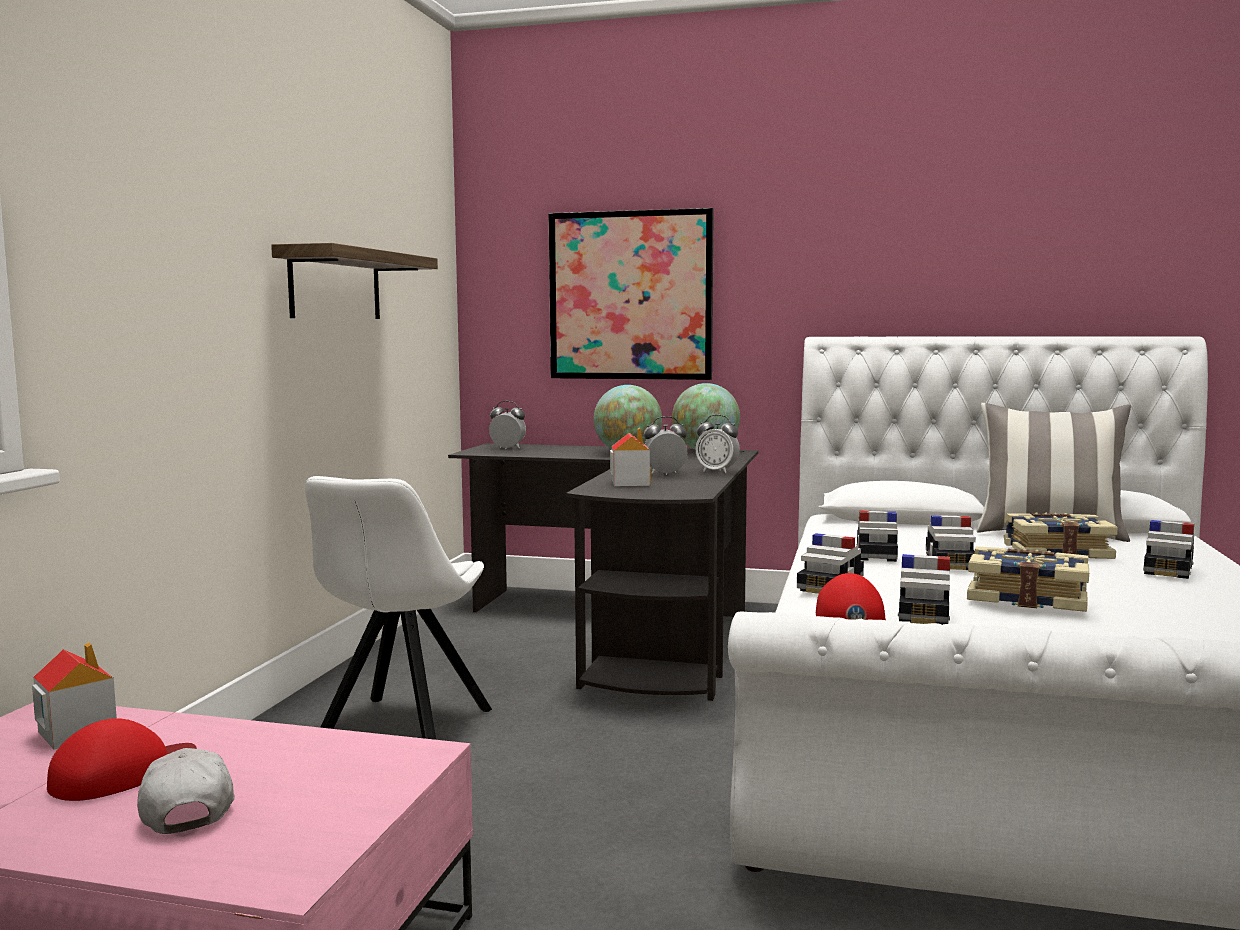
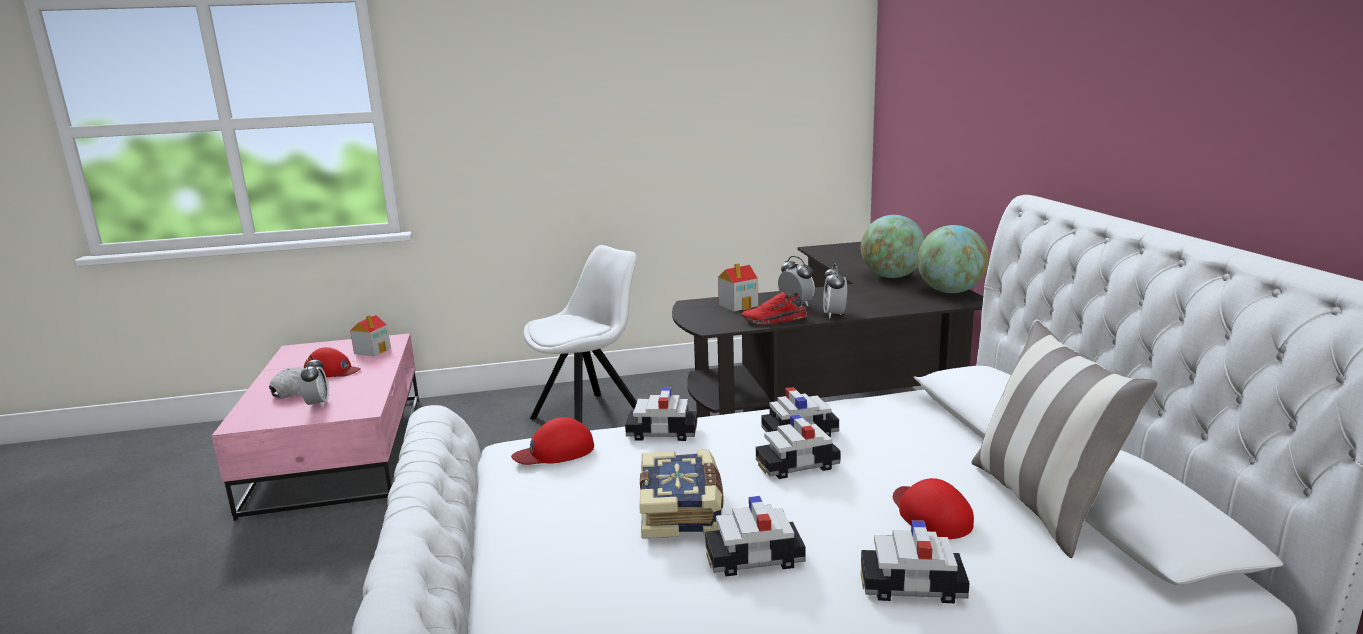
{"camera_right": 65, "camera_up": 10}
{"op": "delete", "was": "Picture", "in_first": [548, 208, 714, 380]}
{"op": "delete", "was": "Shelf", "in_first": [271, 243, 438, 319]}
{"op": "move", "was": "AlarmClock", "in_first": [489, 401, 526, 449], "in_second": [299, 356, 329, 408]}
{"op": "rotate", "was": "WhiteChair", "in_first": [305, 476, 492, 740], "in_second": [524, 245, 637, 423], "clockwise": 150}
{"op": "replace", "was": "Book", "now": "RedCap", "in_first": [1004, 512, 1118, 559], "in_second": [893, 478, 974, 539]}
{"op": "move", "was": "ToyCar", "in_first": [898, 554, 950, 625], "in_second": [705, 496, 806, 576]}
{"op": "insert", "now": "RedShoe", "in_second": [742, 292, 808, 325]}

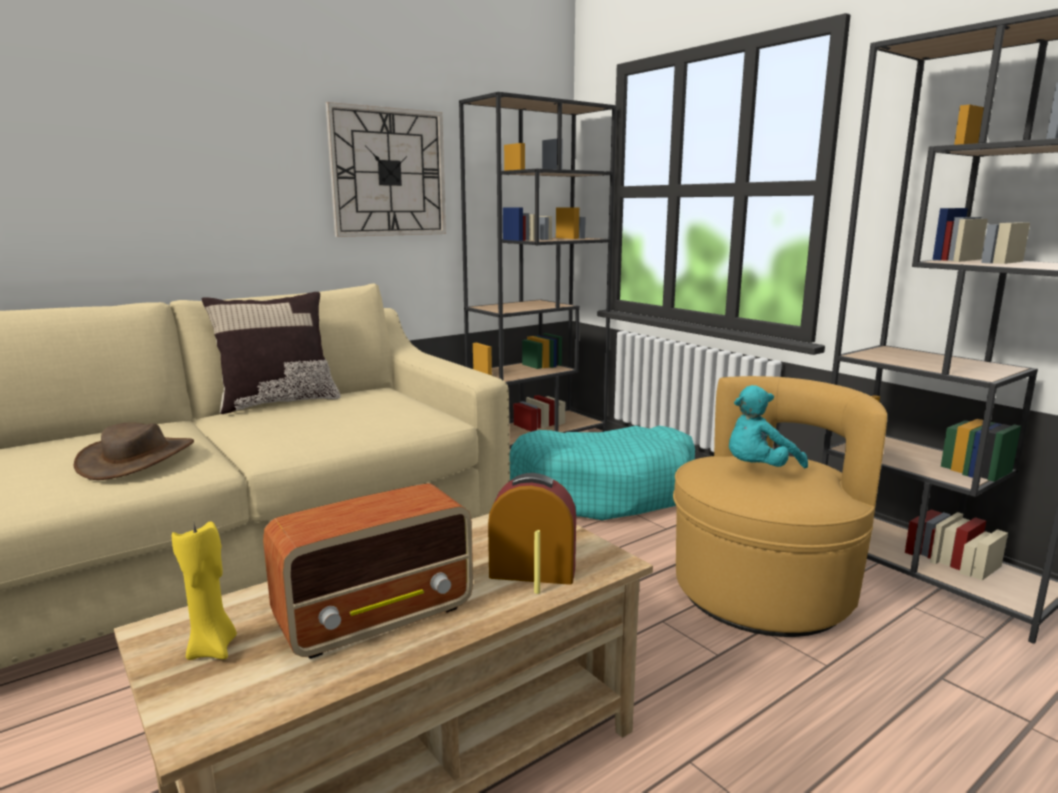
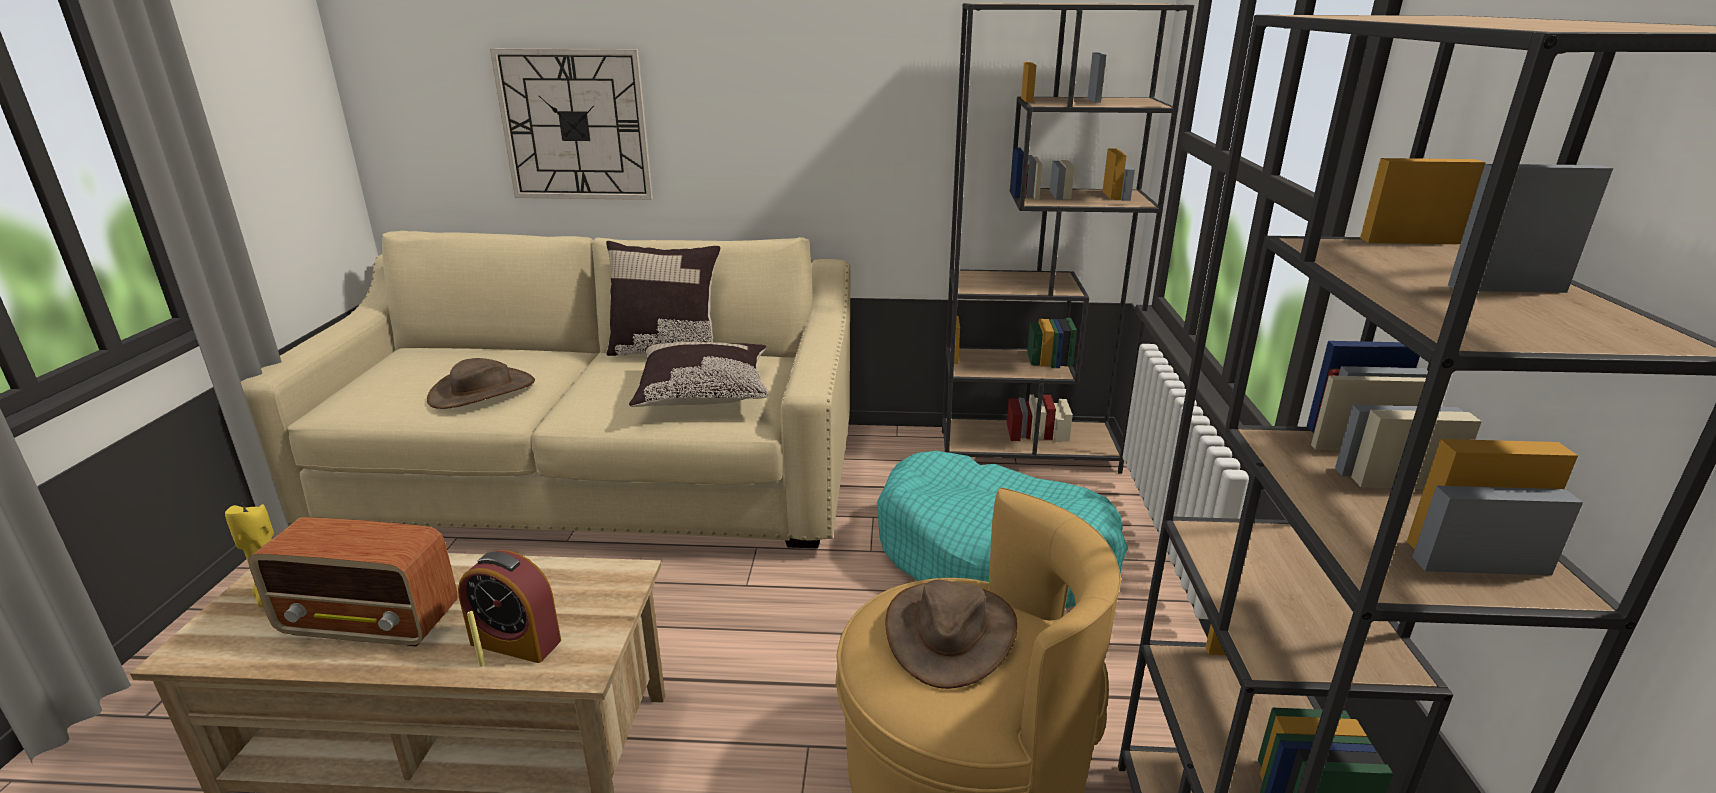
{"camera_right": 40, "camera_up": 10}
{"op": "move", "was": "WallClock", "in_first": [326, 102, 446, 237], "in_second": [490, 49, 653, 200]}
{"op": "replace", "was": "TurquoisePlushToy", "now": "BrownHat", "in_first": [729, 385, 808, 468], "in_second": [886, 580, 1018, 689]}
{"op": "rotate", "was": "AlarmClock", "in_first": [488, 473, 576, 585], "in_second": [458, 550, 561, 663], "clockwise": 150}
{"op": "insert", "now": "Pillow", "in_second": [629, 342, 769, 407]}

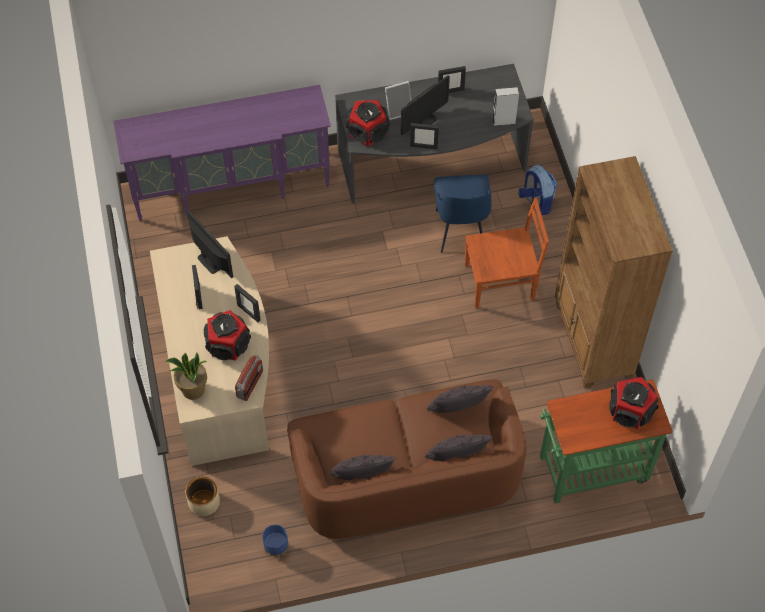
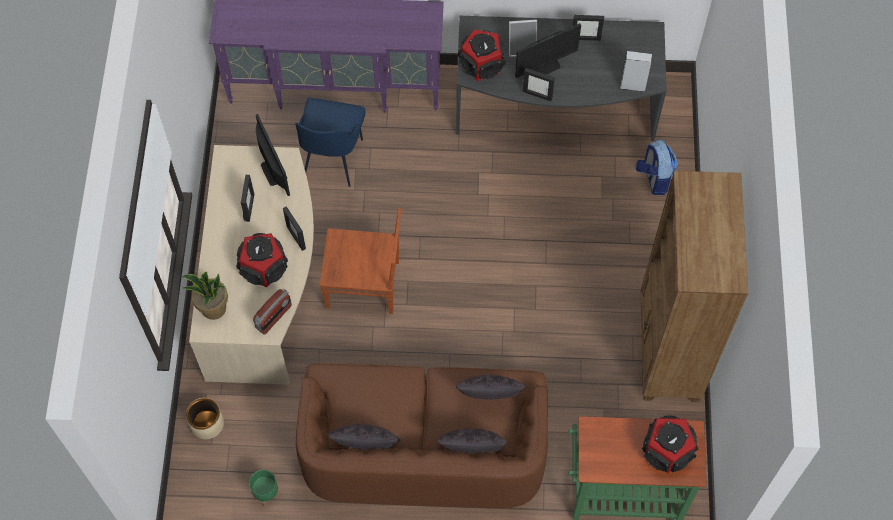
{"camera_right": 15, "camera_up": 5}
{"op": "move", "was": "BlueChair", "in_first": [434, 175, 491, 253], "in_second": [296, 98, 365, 187]}
{"op": "move", "was": "BrownChair", "in_first": [465, 197, 549, 309], "in_second": [320, 208, 401, 314]}
{"op": "recolor", "was": "BluePlanter", "now": "GreenPlanter", "in_first": [262, 525, 289, 560], "in_second": [249, 470, 280, 506]}

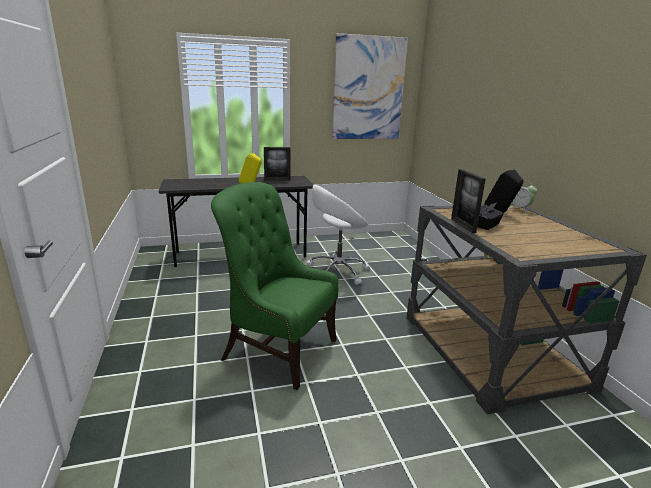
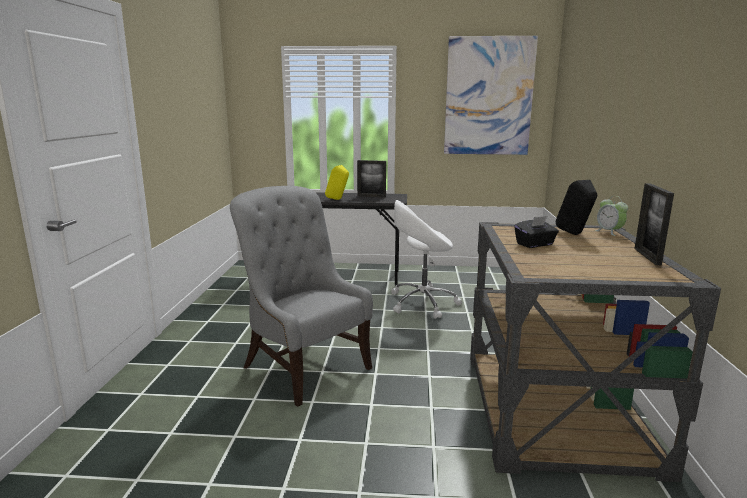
{"camera_right": 20, "camera_up": -5}
{"op": "move", "was": "PictureFrame", "in_first": [451, 169, 486, 233], "in_second": [635, 183, 674, 266]}
{"op": "recolor", "was": "GreenChair", "now": "GreyChair", "in_first": [211, 182, 339, 390], "in_second": [230, 186, 373, 407]}

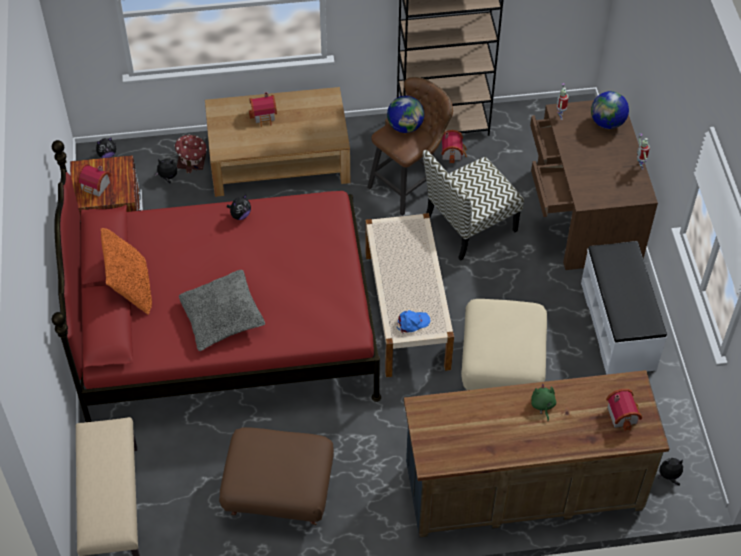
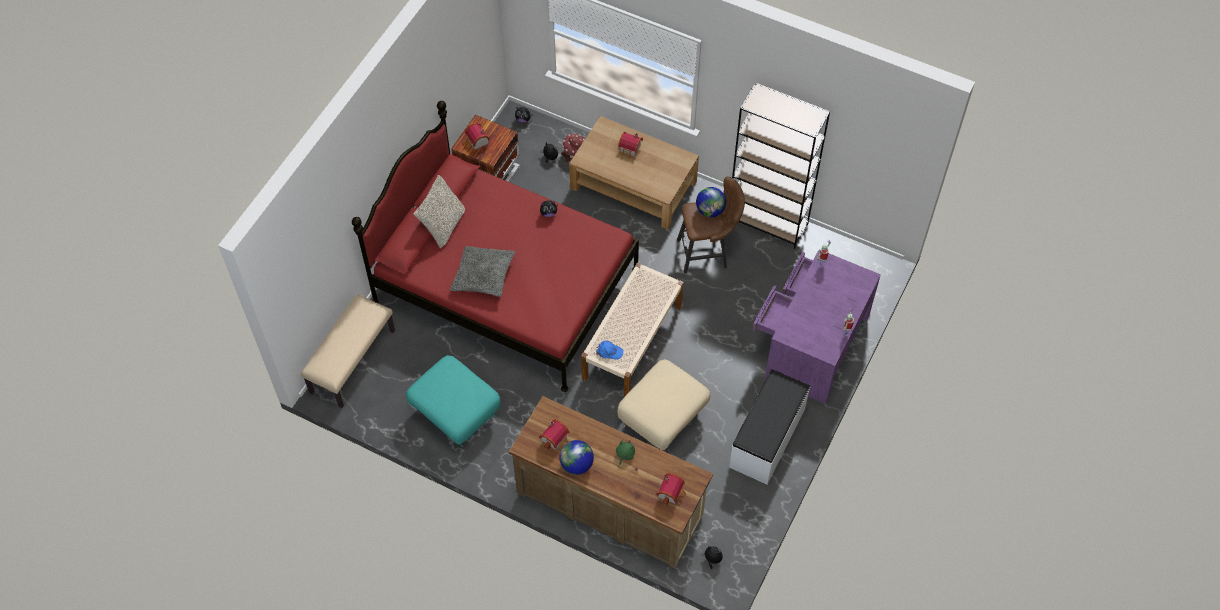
{"camera_right": 35, "camera_up": 5}
{"op": "move", "was": "Globe", "in_first": [591, 91, 629, 129], "in_second": [559, 440, 594, 475]}
{"op": "recolor", "was": "BrownDesk", "now": "PurpleDesk", "in_first": [530, 100, 658, 270], "in_second": [752, 249, 881, 404]}
{"op": "move", "was": "ToyHouse", "in_first": [441, 130, 467, 163], "in_second": [539, 419, 569, 450]}
{"op": "delete", "was": "Chair", "in_first": [423, 150, 524, 261]}
{"op": "recolor", "was": "OrangePillow", "now": "BeigePillow", "in_first": [101, 228, 152, 315], "in_second": [414, 175, 465, 248]}
{"op": "recolor", "was": "BlueDresser", "now": "BeigeDresser", "in_first": [404, 370, 670, 538], "in_second": [509, 396, 713, 569]}
{"op": "recolor", "was": "BrownOttoman", "now": "TurquoiseOttoman", "in_first": [219, 427, 334, 525], "in_second": [406, 355, 500, 447]}

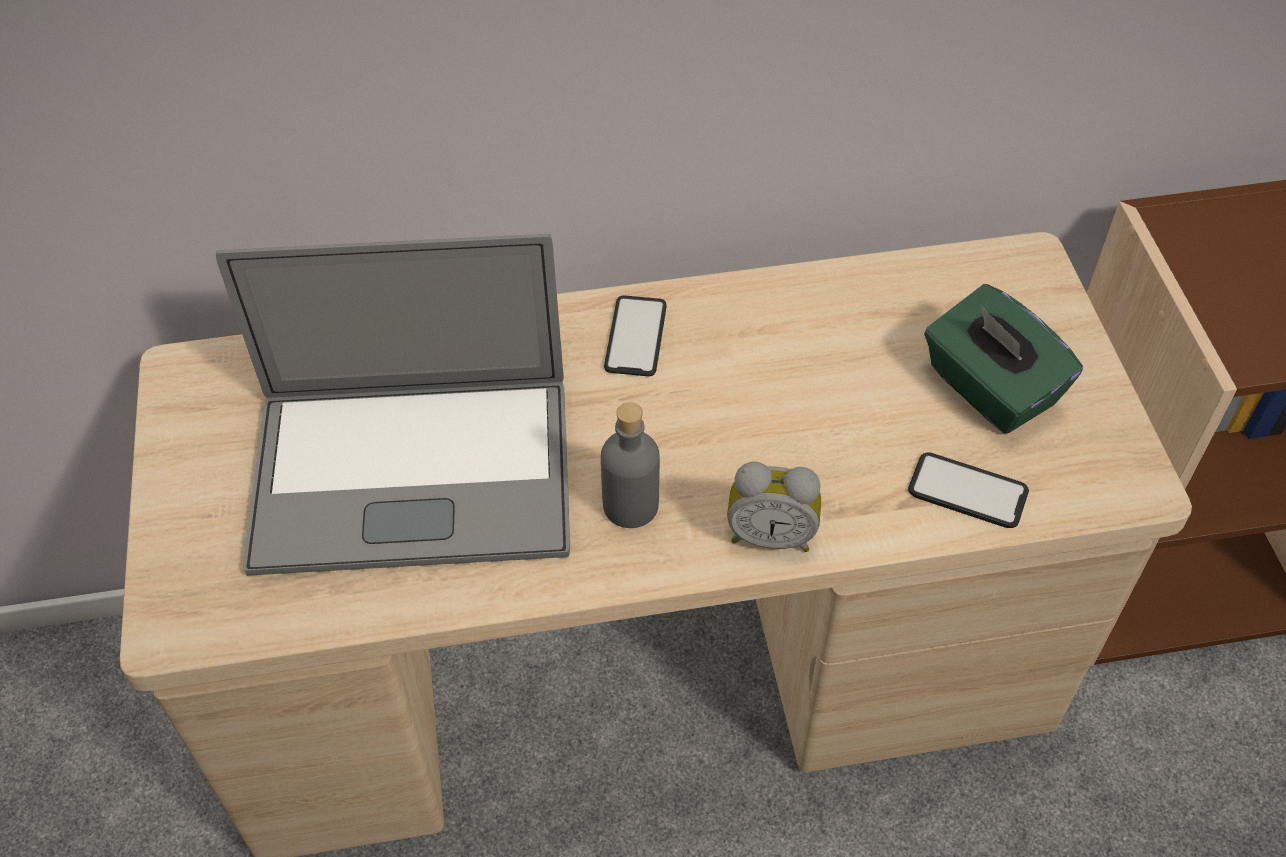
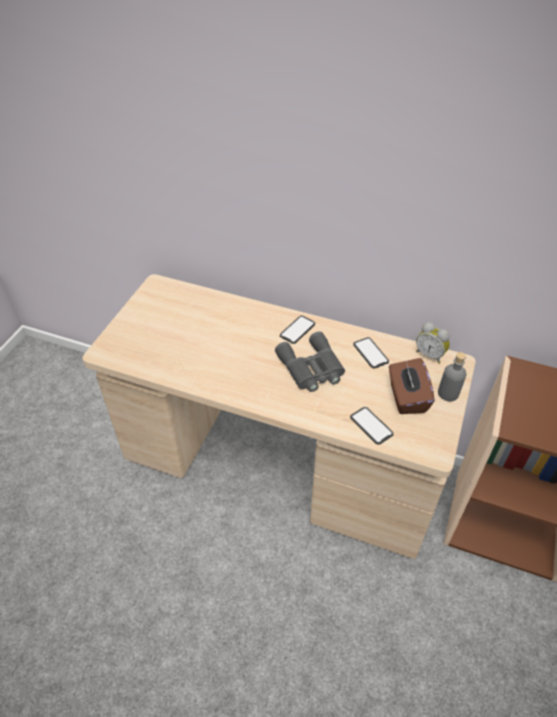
{"camera_right": 30, "camera_up": -5}
{"op": "delete", "was": "Laptop", "in_first": [216, 234, 570, 576]}
{"op": "recolor", "was": "GreenTissueBox", "now": "BrownTissueBox", "in_first": [924, 284, 1083, 434], "in_second": [389, 358, 435, 414]}
{"op": "move", "was": "GreyBottle", "in_first": [601, 402, 660, 528], "in_second": [438, 352, 466, 402]}
{"op": "move", "was": "AlarmClock", "in_first": [727, 462, 821, 552], "in_second": [416, 322, 450, 364]}
{"op": "insert", "now": "GreyBinoculars", "in_second": [275, 331, 345, 392]}
{"op": "insert", "now": "Phone", "in_second": [353, 337, 389, 369]}

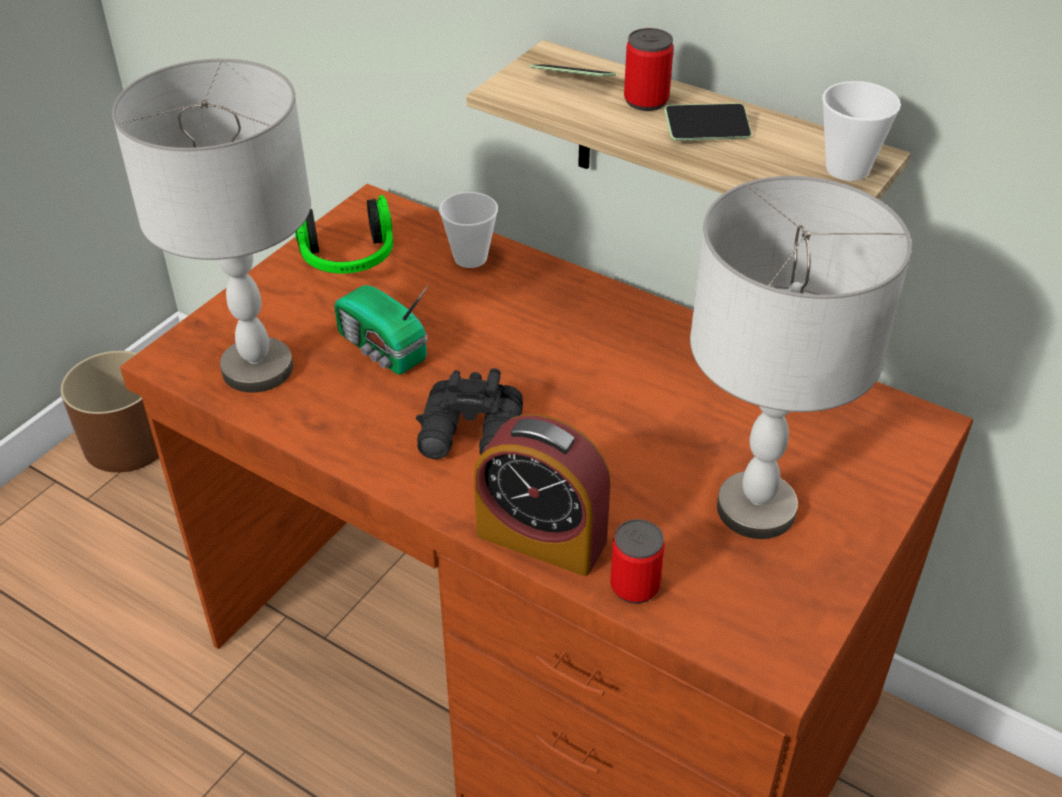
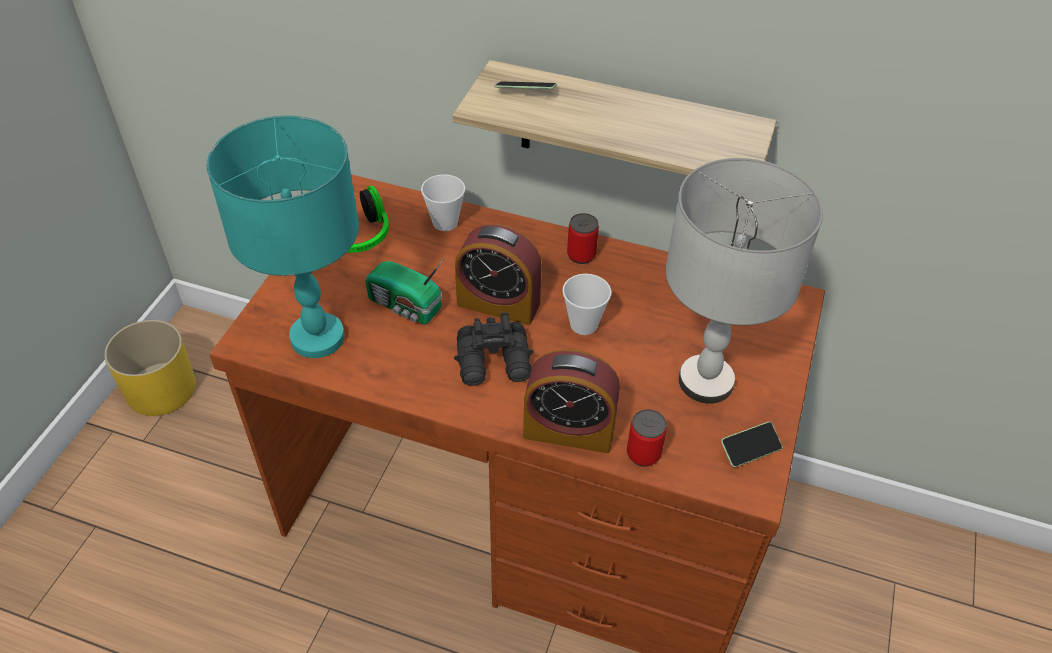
{"camera_right": -15, "camera_up": 5}
{"op": "move", "was": "Can", "in_first": [624, 28, 674, 111], "in_second": [567, 213, 599, 264]}
{"op": "recolor", "was": "GreyTableLamp", "now": "TurquoiseTableLamp", "in_first": [112, 59, 311, 393], "in_second": [207, 116, 359, 358]}
{"op": "move", "was": "Cup", "in_first": [822, 81, 901, 181], "in_second": [562, 274, 611, 335]}
{"op": "move", "was": "Phone", "in_first": [664, 103, 752, 141], "in_second": [721, 422, 783, 467]}
{"op": "recolor", "was": "BrownPlanter", "now": "YellowPlanter", "in_first": [60, 351, 159, 472], "in_second": [104, 320, 196, 416]}
{"op": "insert", "now": "AlarmClock", "in_second": [455, 224, 542, 325]}

